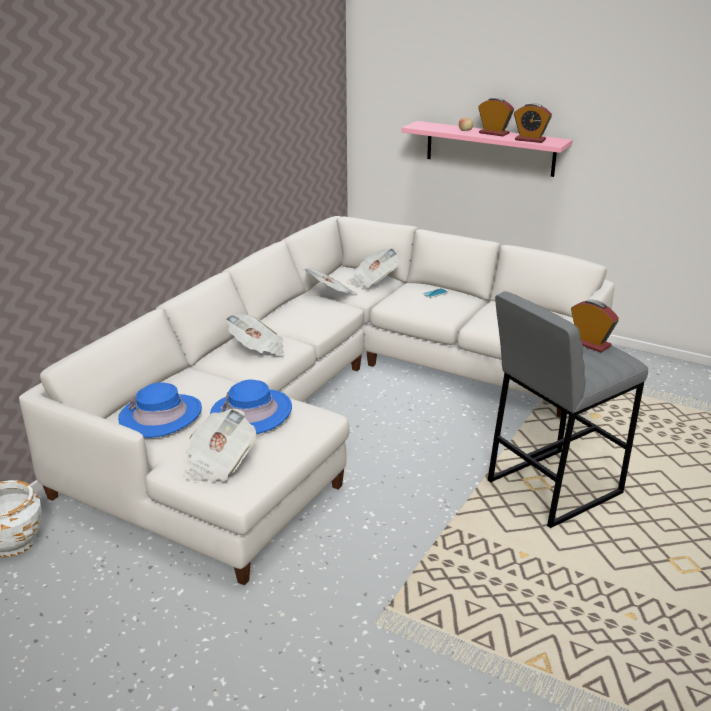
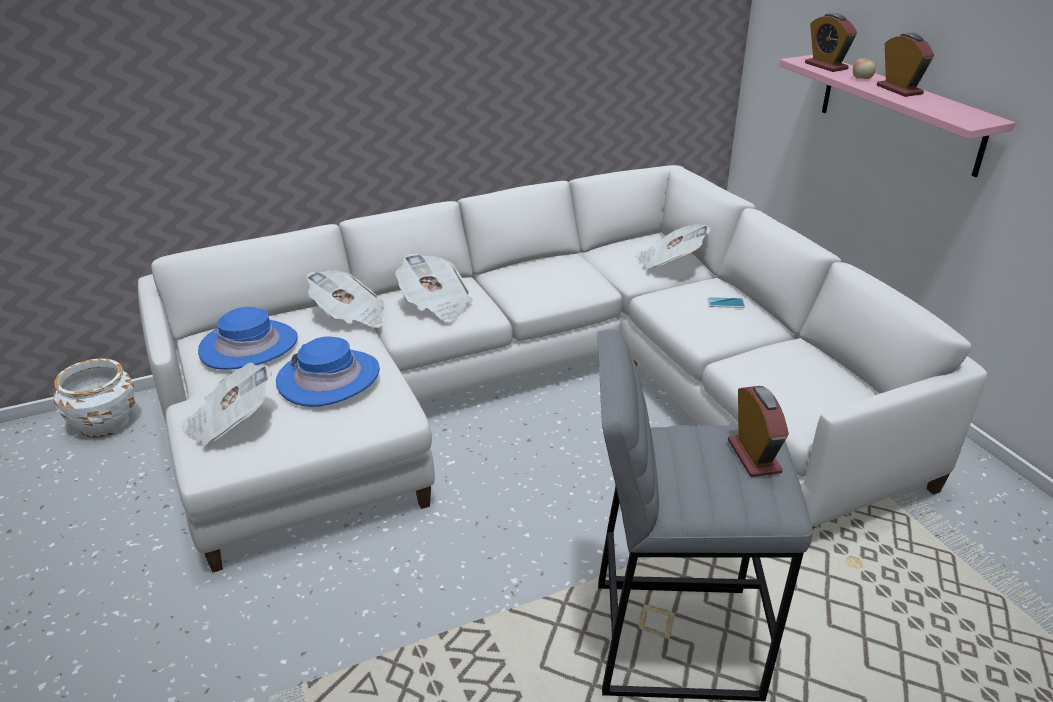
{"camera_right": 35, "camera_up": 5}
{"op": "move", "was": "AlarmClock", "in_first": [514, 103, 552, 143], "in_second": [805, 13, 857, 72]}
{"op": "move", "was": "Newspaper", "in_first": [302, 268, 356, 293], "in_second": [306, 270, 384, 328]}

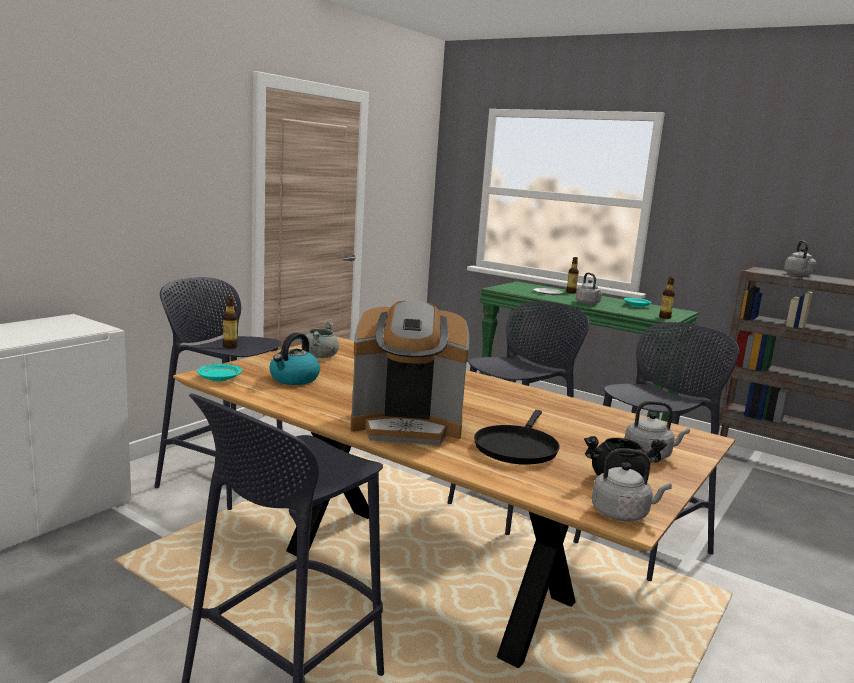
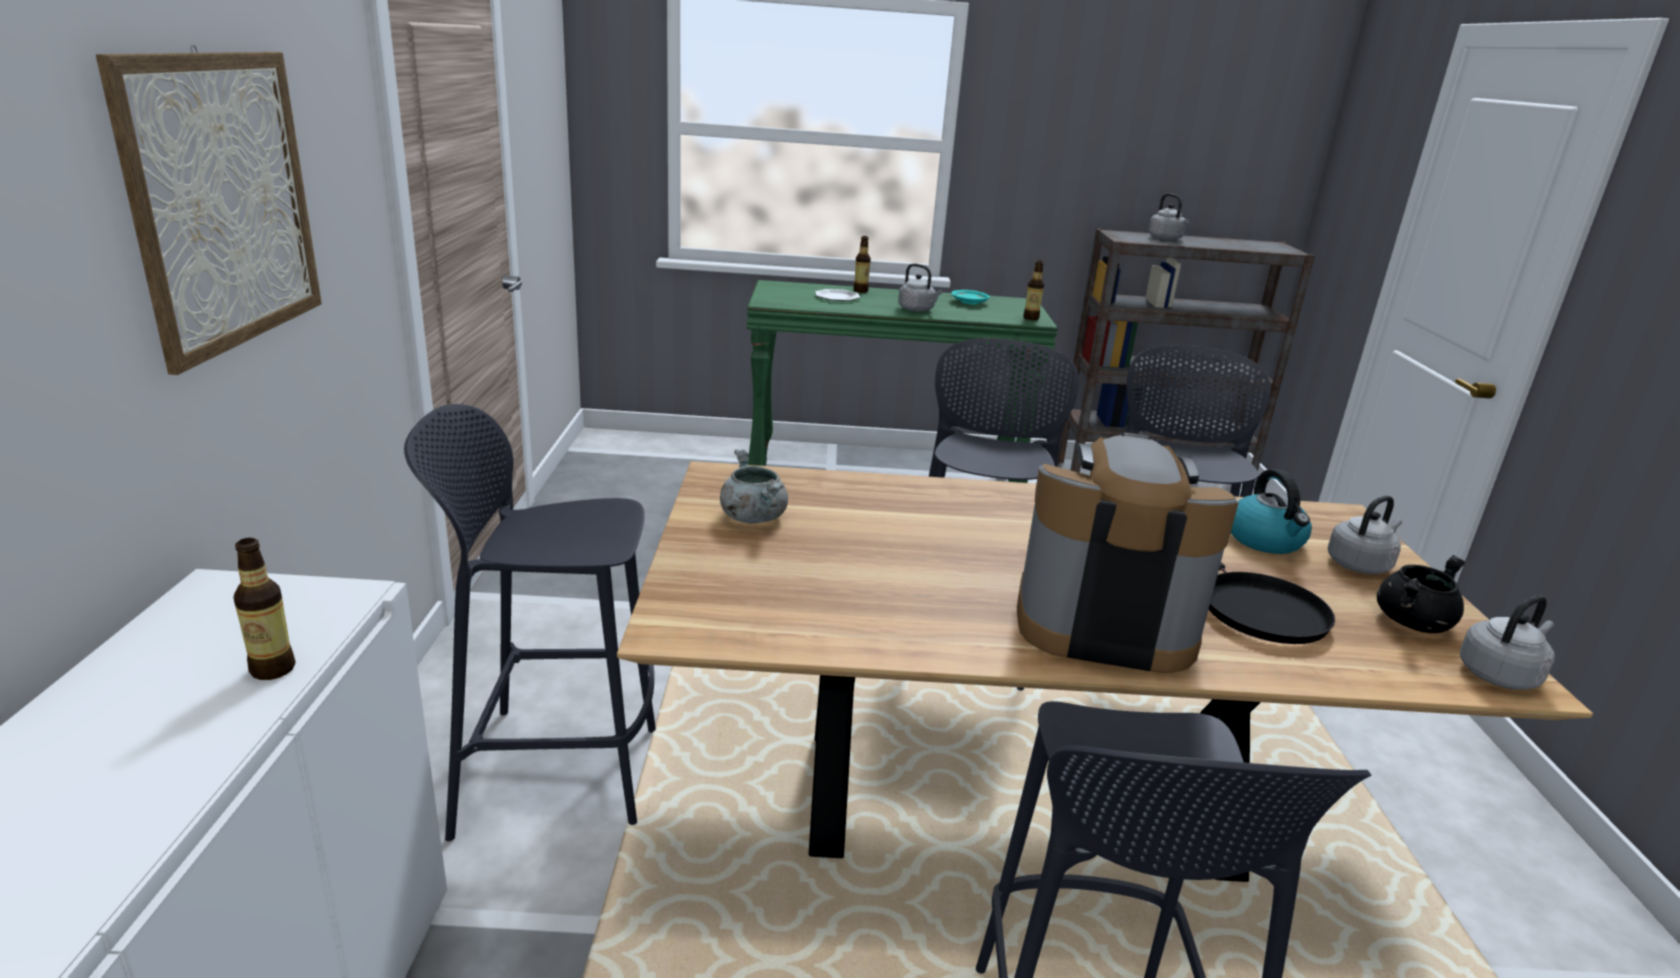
{"camera_right": -35, "camera_up": 10}
{"op": "move", "was": "Bottle", "in_first": [223, 296, 238, 348], "in_second": [233, 538, 295, 680]}
{"op": "rotate", "was": "CoffeeMachine", "in_first": [350, 300, 469, 445], "in_second": [1017, 432, 1239, 673], "clockwise": -135}
{"op": "move", "was": "Kettle", "in_first": [270, 332, 320, 385], "in_second": [1231, 469, 1312, 554]}
{"op": "delete", "was": "TurquoisePlate", "in_first": [197, 364, 242, 382]}
{"op": "insert", "now": "Picture", "in_second": [96, 44, 322, 375]}

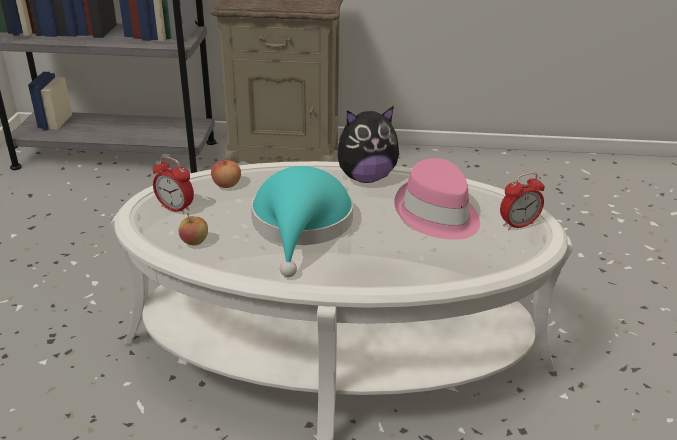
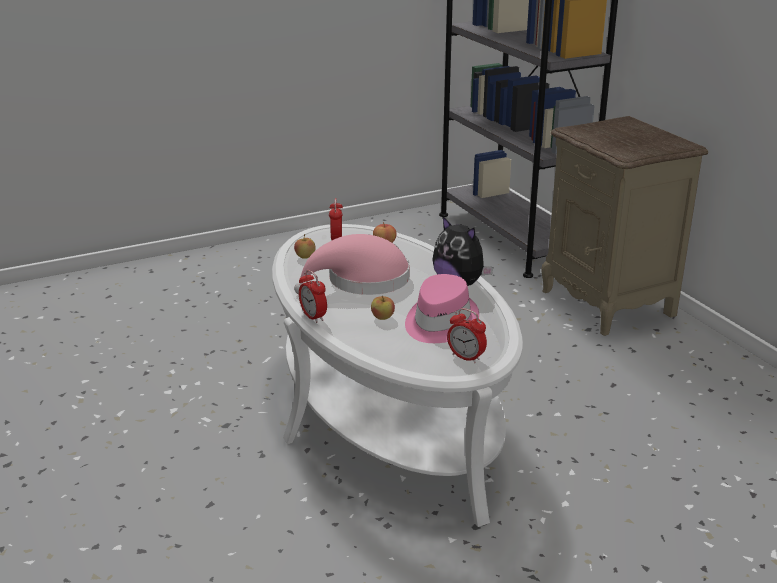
{"camera_right": 60, "camera_up": -5}
{"op": "recolor", "was": "TurquoiseHat", "now": "PinkHat", "in_first": [251, 166, 353, 277], "in_second": [294, 234, 410, 295]}
{"op": "insert", "now": "AlarmClock", "in_second": [299, 270, 327, 323]}
{"op": "insert", "now": "Apple", "in_second": [371, 296, 395, 320]}

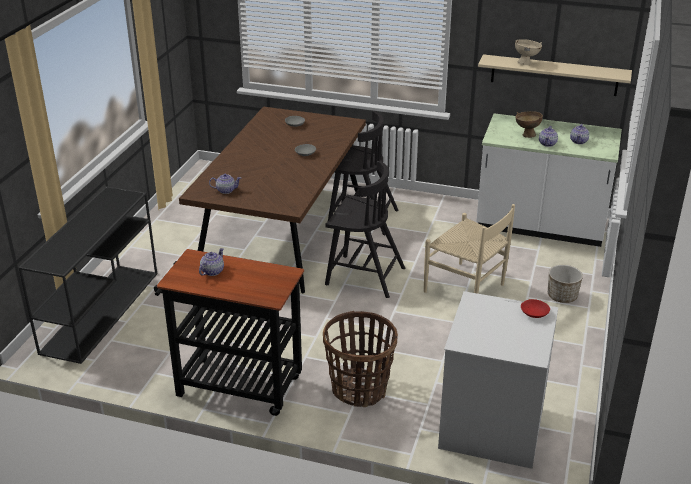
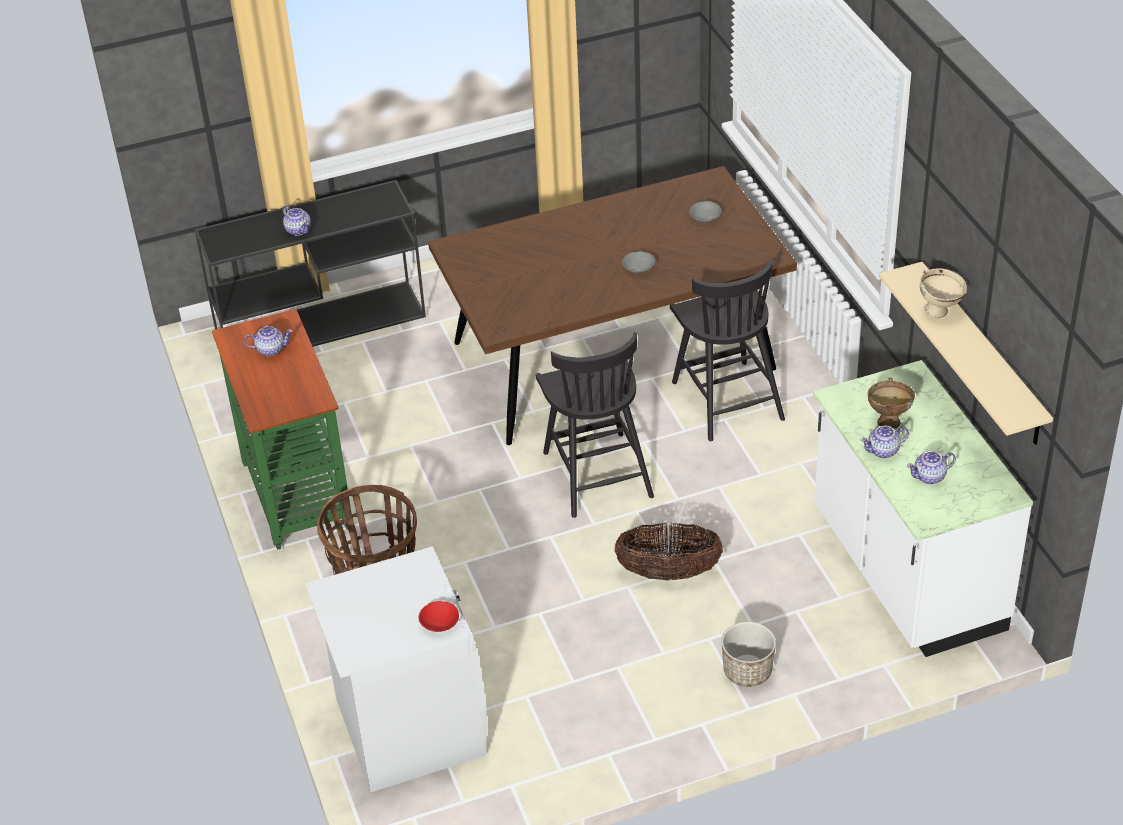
{"camera_right": 55, "camera_up": 10}
{"op": "move", "was": "Teapot", "in_first": [209, 174, 241, 194], "in_second": [283, 205, 311, 236]}
{"op": "replace", "was": "BeigeChair", "now": "Basket", "in_first": [424, 204, 515, 294], "in_second": [614, 523, 723, 581]}
{"op": "recolor", "was": "BlackCart", "now": "GreenCart", "in_first": [154, 249, 304, 416], "in_second": [212, 309, 351, 550]}

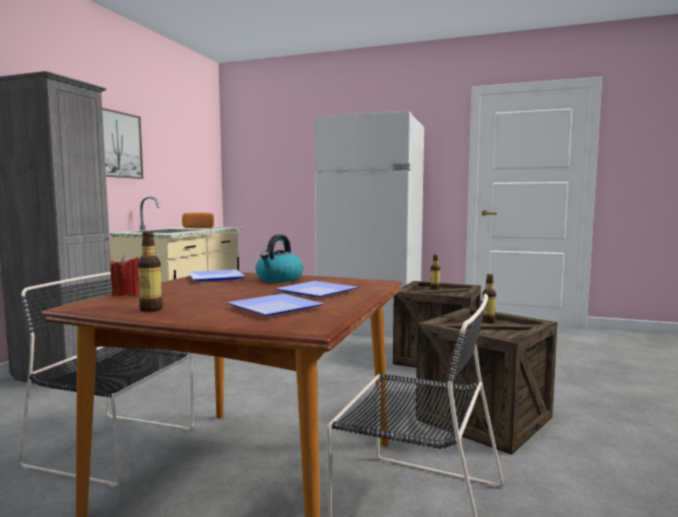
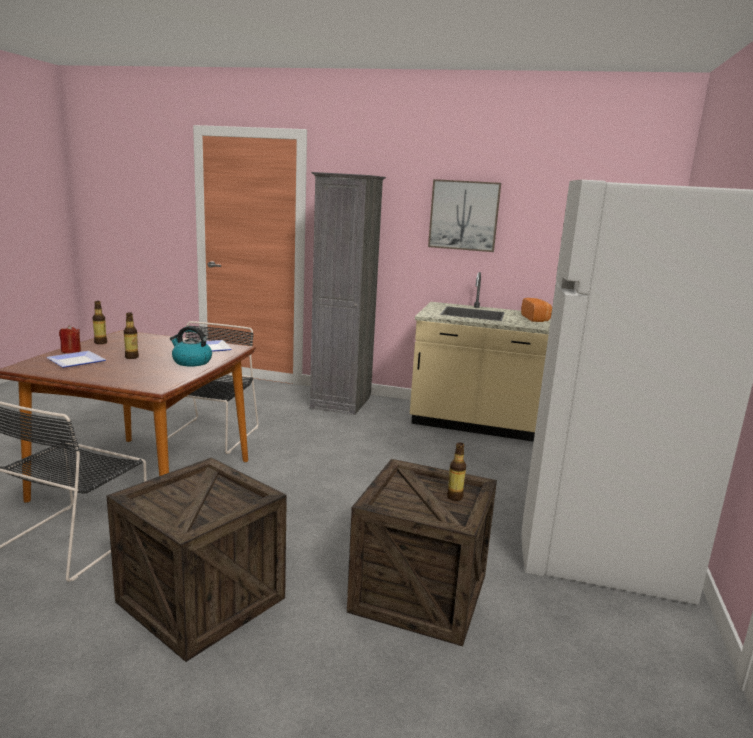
{"camera_right": 85, "camera_up": 10}
{"op": "move", "was": "RedCandle", "in_first": [110, 254, 140, 296], "in_second": [59, 325, 81, 353]}
{"op": "move", "was": "Bottle", "in_first": [482, 274, 496, 323], "in_second": [124, 312, 139, 359]}
{"op": "delete", "was": "Plate", "in_first": [276, 281, 357, 297]}

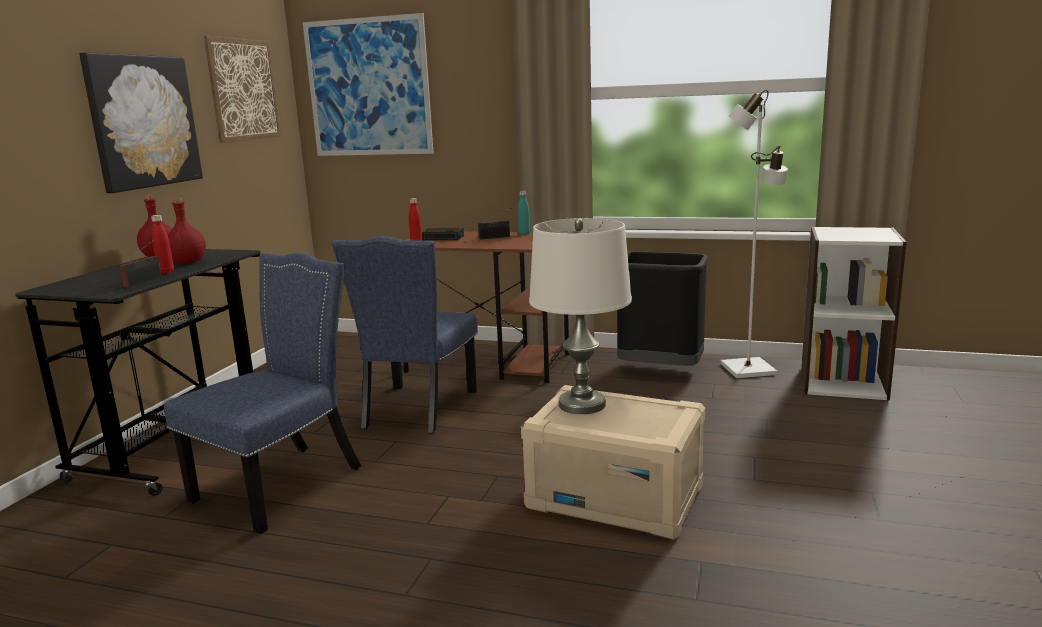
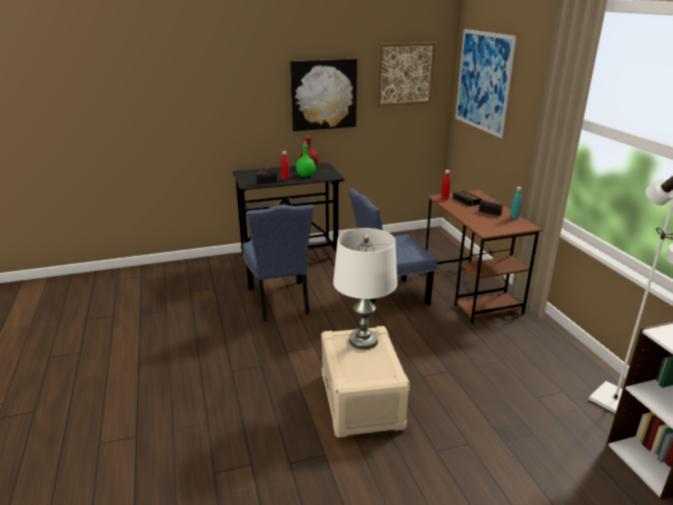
{"camera_right": 55, "camera_up": 10}
{"op": "recolor", "was": "RedBottle", "now": "GreenBottle", "in_first": [167, 197, 206, 264], "in_second": [296, 142, 315, 177]}
{"op": "delete", "was": "BlackTrashCan", "in_first": [617, 251, 709, 366]}
{"op": "rotate", "was": "BlueChair", "in_first": [164, 253, 361, 534], "in_second": [243, 205, 314, 321], "clockwise": 75}

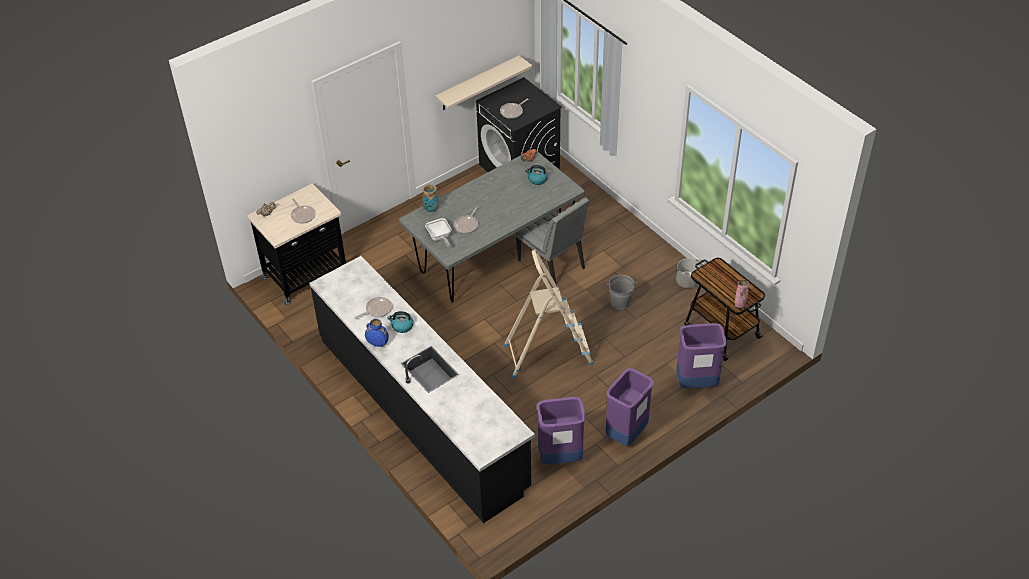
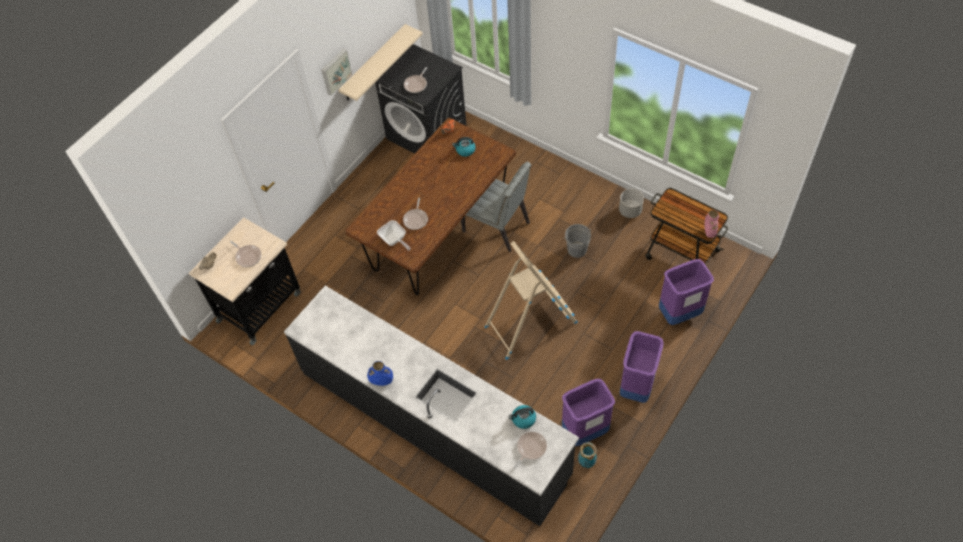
{"camera_right": -15, "camera_up": 10}
{"op": "recolor", "was": "GreyDiningTable", "now": "BrownDiningTable", "in_first": [399, 149, 585, 303], "in_second": [345, 118, 516, 295]}
{"op": "move", "was": "Vase", "in_first": [422, 184, 439, 212], "in_second": [578, 442, 597, 468]}
{"op": "move", "was": "FryingPan", "in_first": [355, 297, 392, 319], "in_second": [513, 432, 547, 470]}
{"op": "move", "was": "Kettle", "in_first": [387, 311, 413, 333], "in_second": [508, 405, 536, 429]}
{"op": "insert", "now": "Picture", "in_second": [322, 49, 352, 96]}

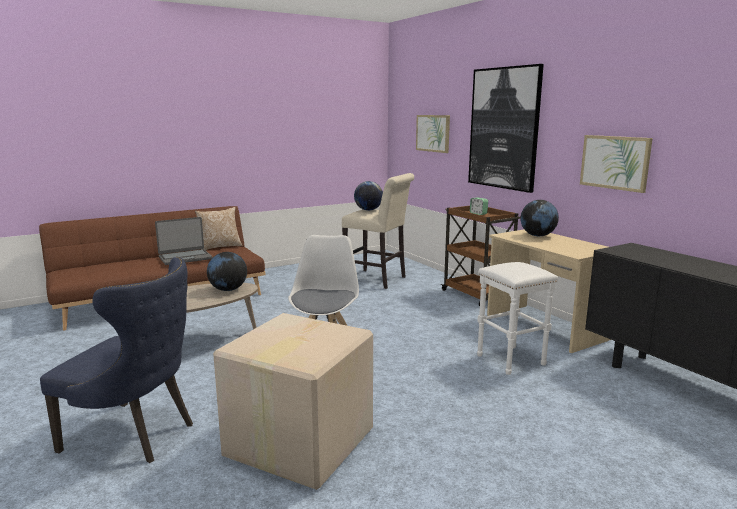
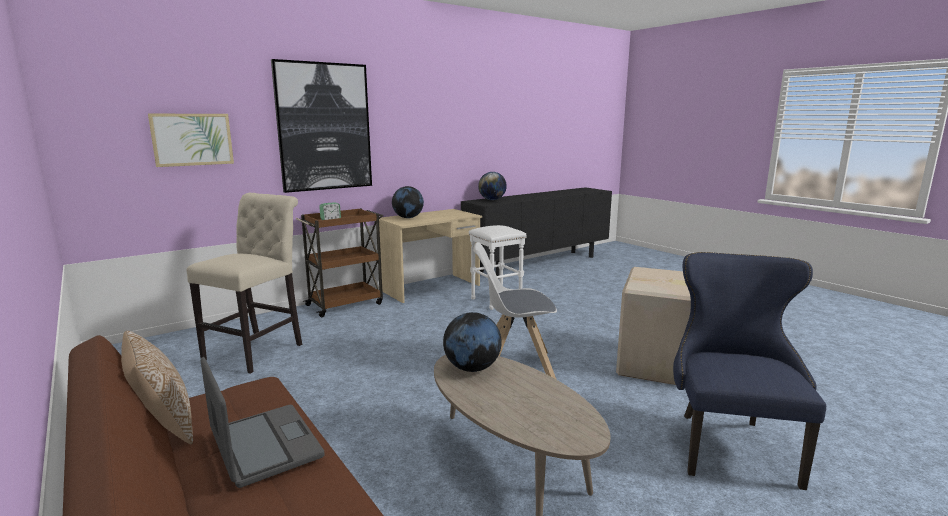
{"camera_right": -95, "camera_up": 0}
{"op": "delete", "was": "Picture", "in_first": [580, 135, 653, 193]}
{"op": "move", "was": "Globe", "in_first": [354, 181, 383, 211], "in_second": [478, 172, 507, 200]}

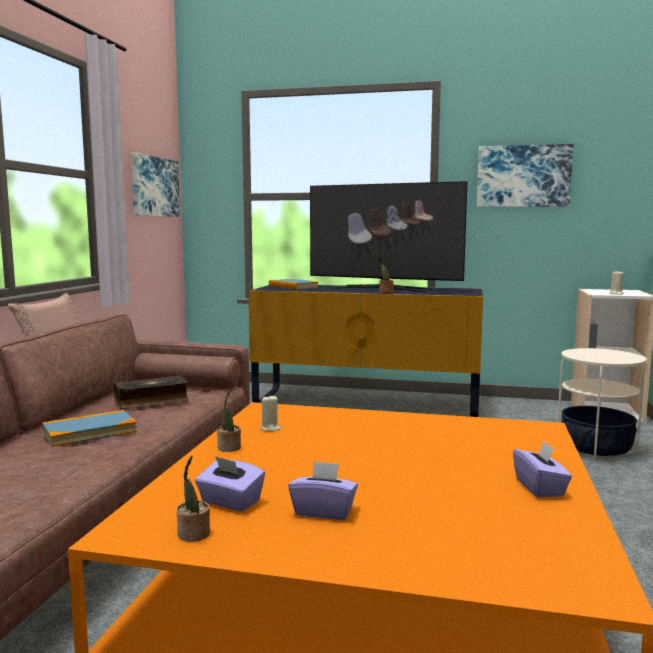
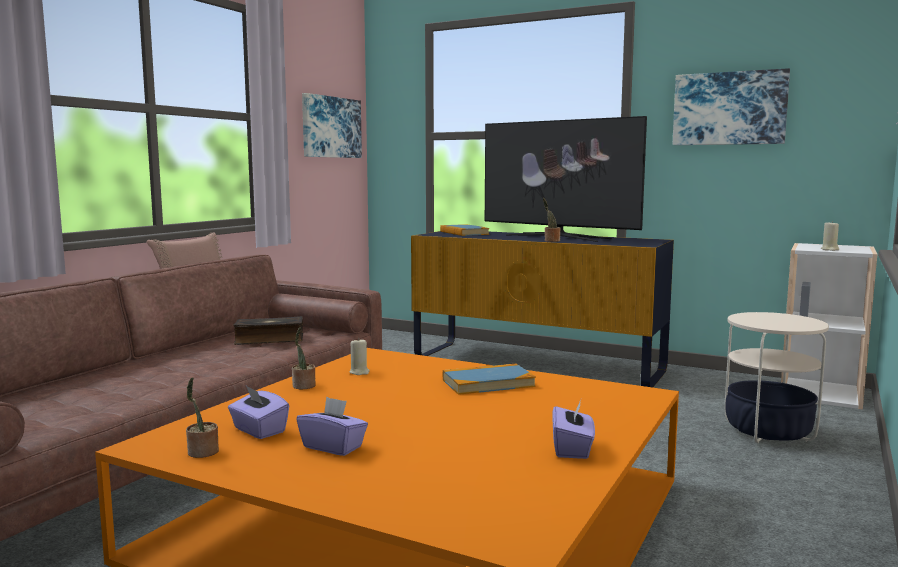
{"camera_right": 15, "camera_up": 0}
{"op": "move", "was": "Book", "in_first": [42, 410, 137, 447], "in_second": [443, 364, 536, 395]}

